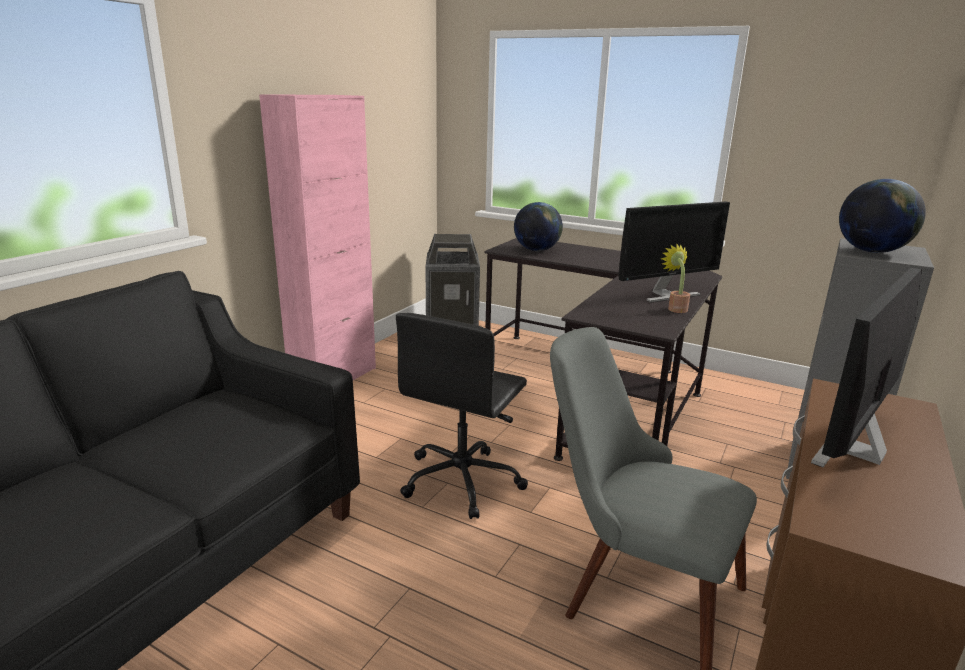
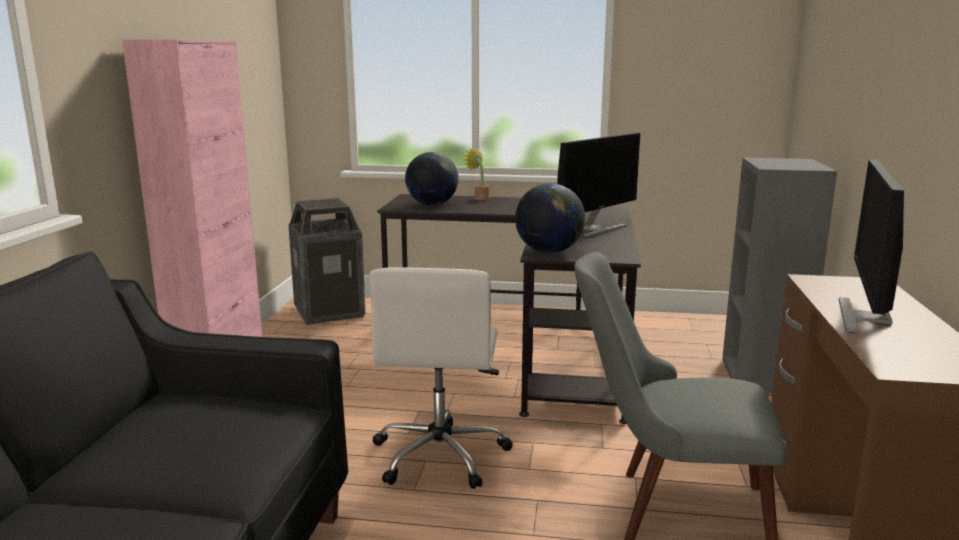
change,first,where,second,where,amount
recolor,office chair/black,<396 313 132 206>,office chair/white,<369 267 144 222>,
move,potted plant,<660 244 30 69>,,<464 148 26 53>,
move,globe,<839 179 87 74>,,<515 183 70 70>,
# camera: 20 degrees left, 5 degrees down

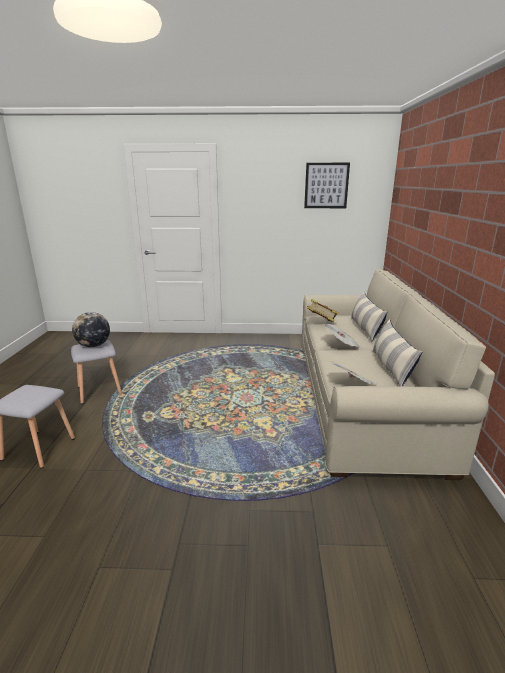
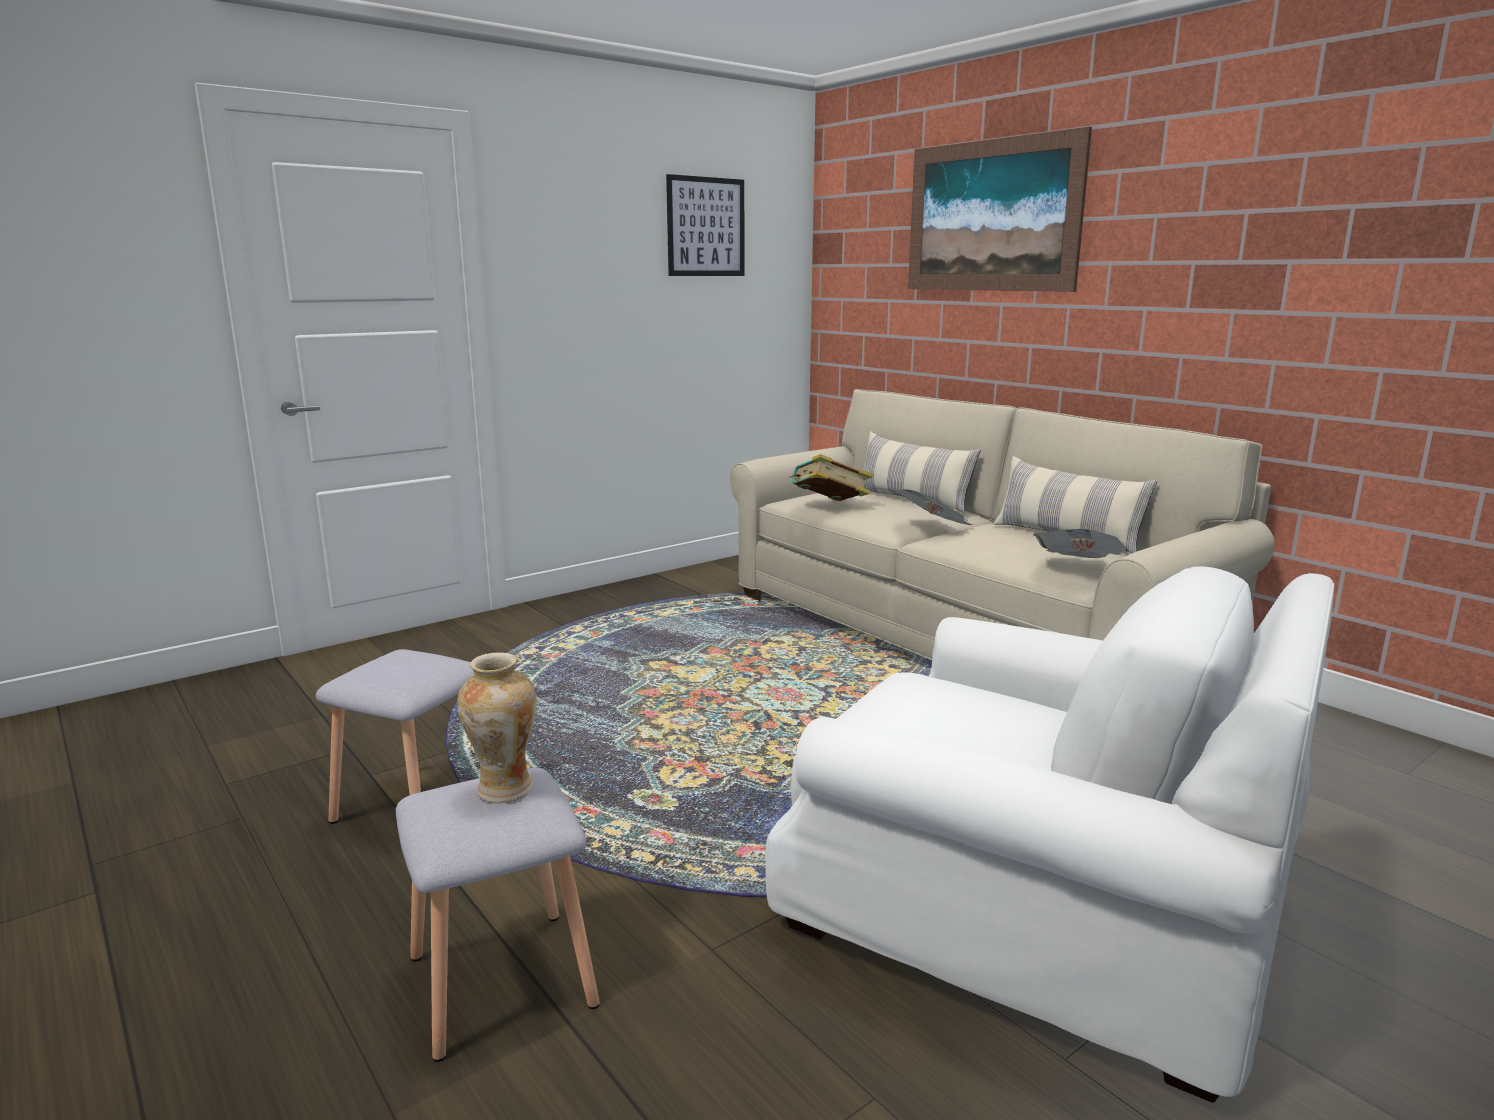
change,first,where,second,where,amount
insert,,,vase,<457 652 80 151>,
insert,,,armchair/white,<765 566 569 537>,
insert,,,picture,<908 127 184 165>,
delete,globe,<72 312 38 35>,,,
# camera: 40 degrees left, 5 degrees down

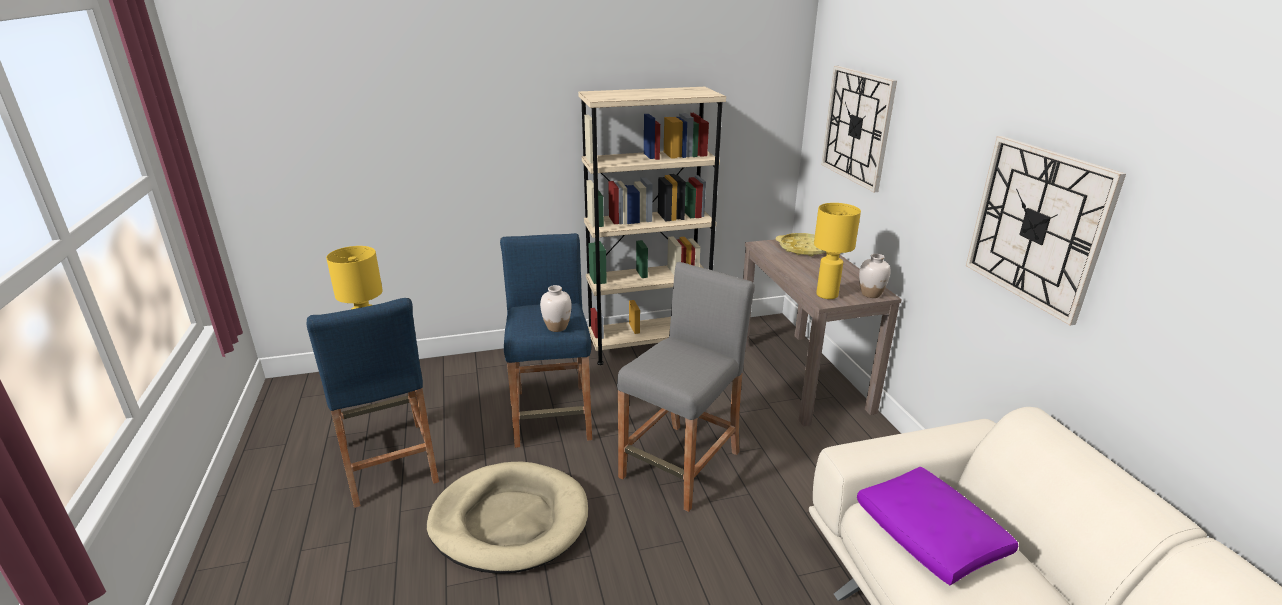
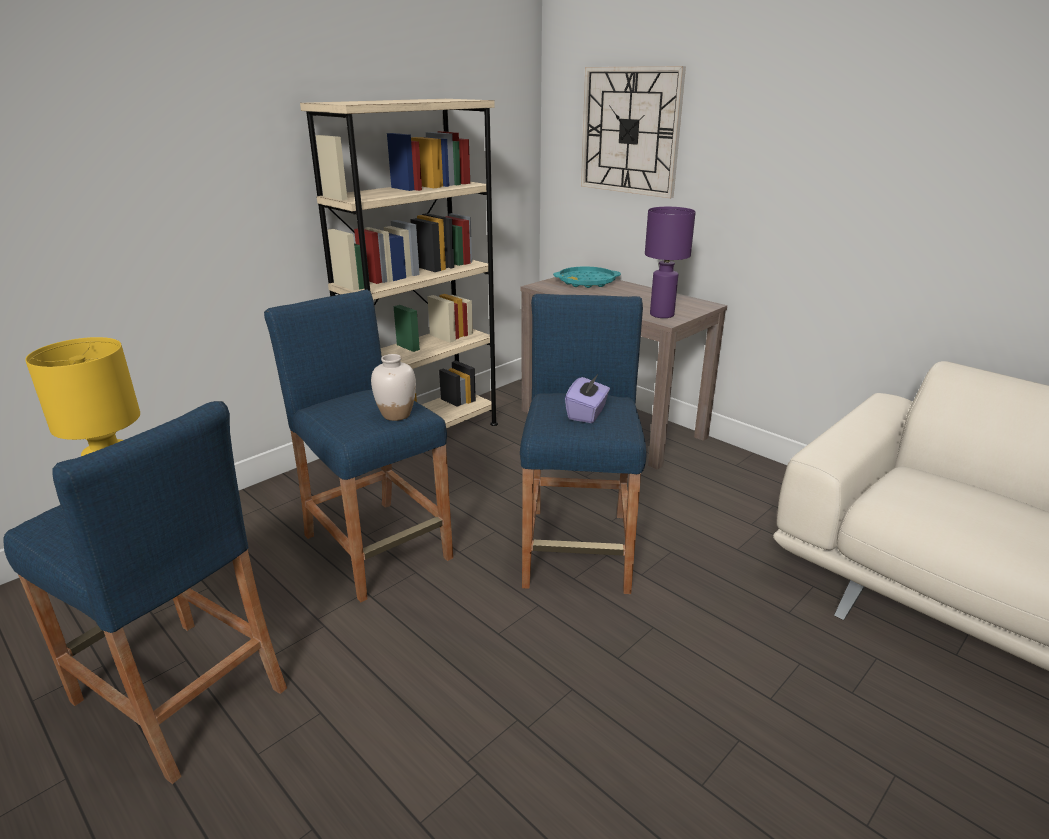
change,first,where,second,where,amount
recolor,stool/grey,<617 262 138 250>,stool/blue,<520 294 126 300>,
recolor,tray/yellow,<776 233 50 23>,tray/turquoise,<553 266 68 22>,
insert,,,tissue box/purple,<565 374 45 49>,
recolor,table lamp/yellow,<814 203 47 96>,table lamp/purple,<645 207 51 111>,
delete,dog bed/beige,<426 461 162 113>,,,
delete,pillow/purple,<857 467 161 118>,,,
delete,vase/white,<859 254 32 44>,,,
delete,wall clock,<966 136 160 189>,,,
# camera: 30 degrees left, 0 degrees up

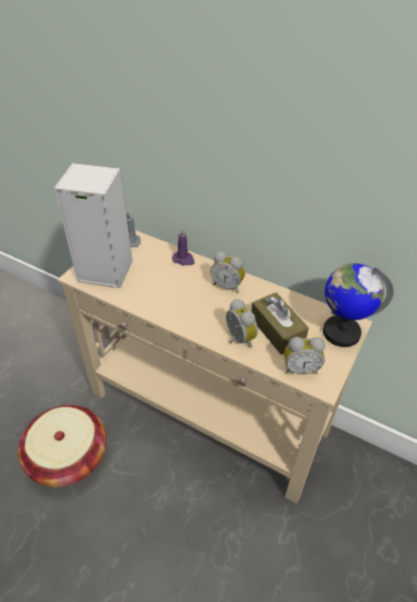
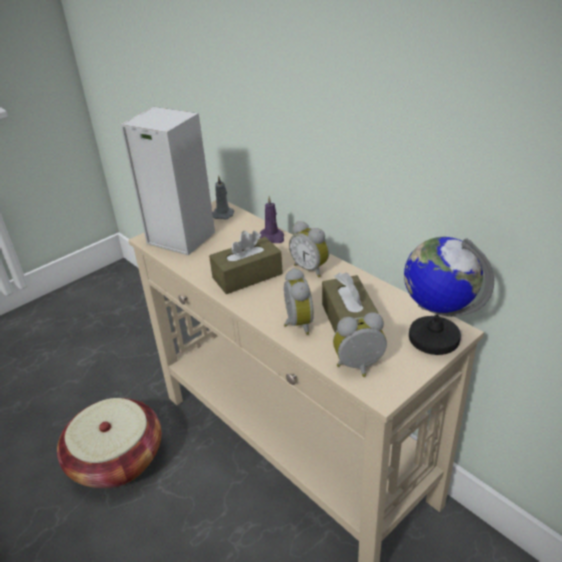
change,first,where,second,where,amount
insert,,,tissue box/brown,<209 231 74 63>,
rotate,alarm clock,<284 337 41 37>,,<333 312 54 65>,150 degrees clockwise
# camera: 20 degrees right, 10 degrees down

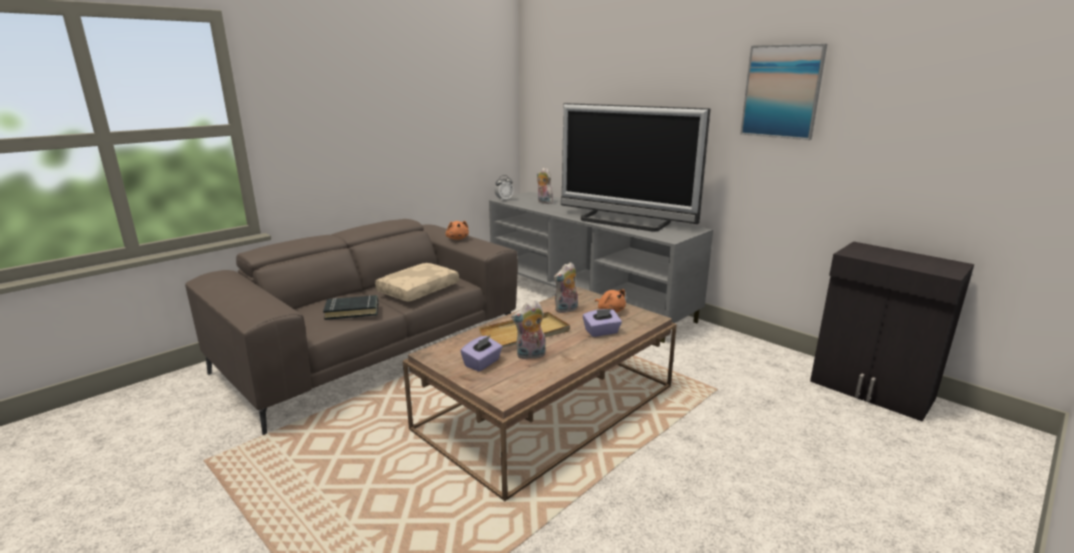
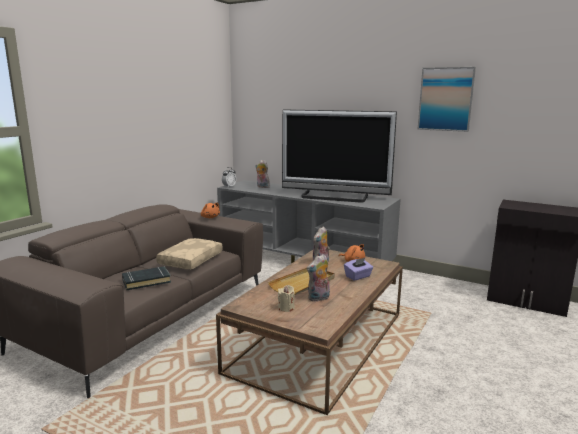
change,first,where,second,where,amount
replace,tissue box/purple,<461 335 41 36>,candle/beige,<278 285 17 27>,
# camera: 15 degrees left, 5 degrees down

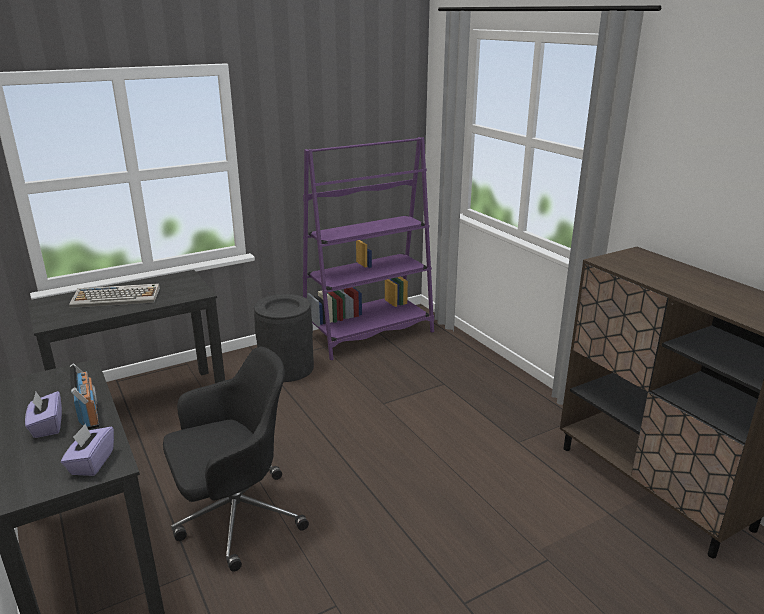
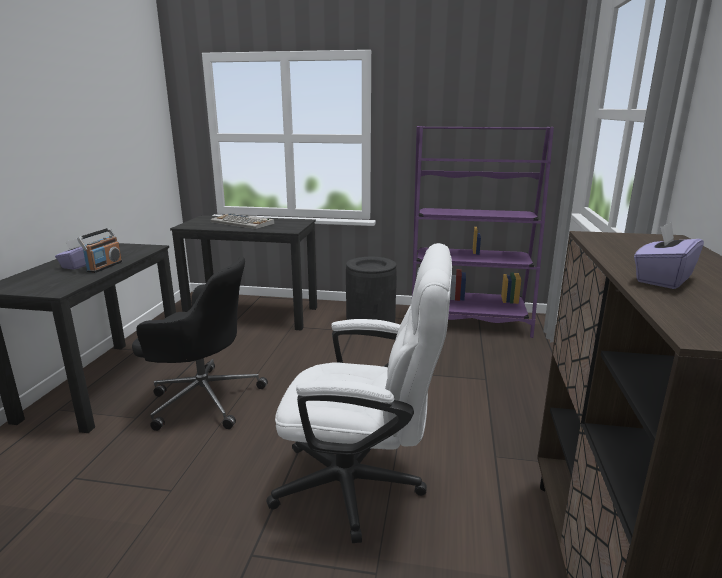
change,first,where,second,where,amount
insert,,,office chair/white,<266 243 186 300>,
move,tissue box/purple,<61 424 53 52>,,<634 222 70 67>,
# camera: 40 degrees right, 5 degrees down

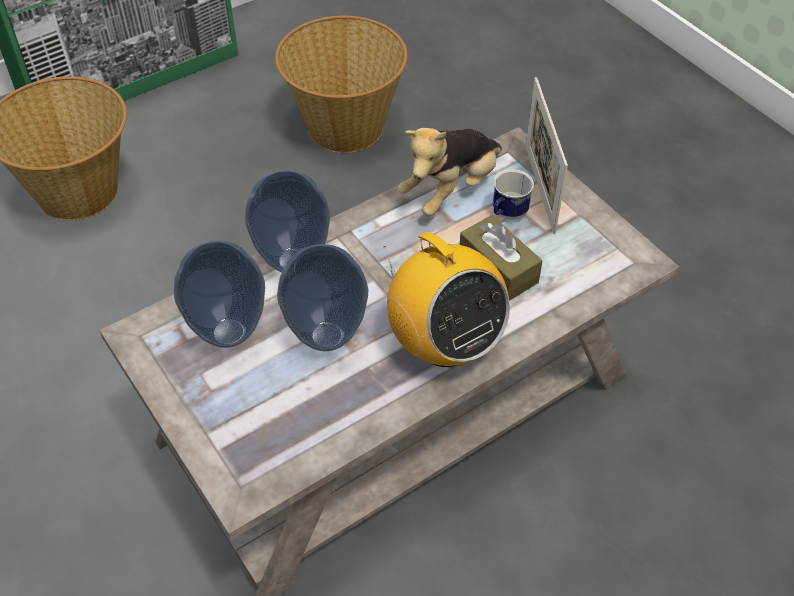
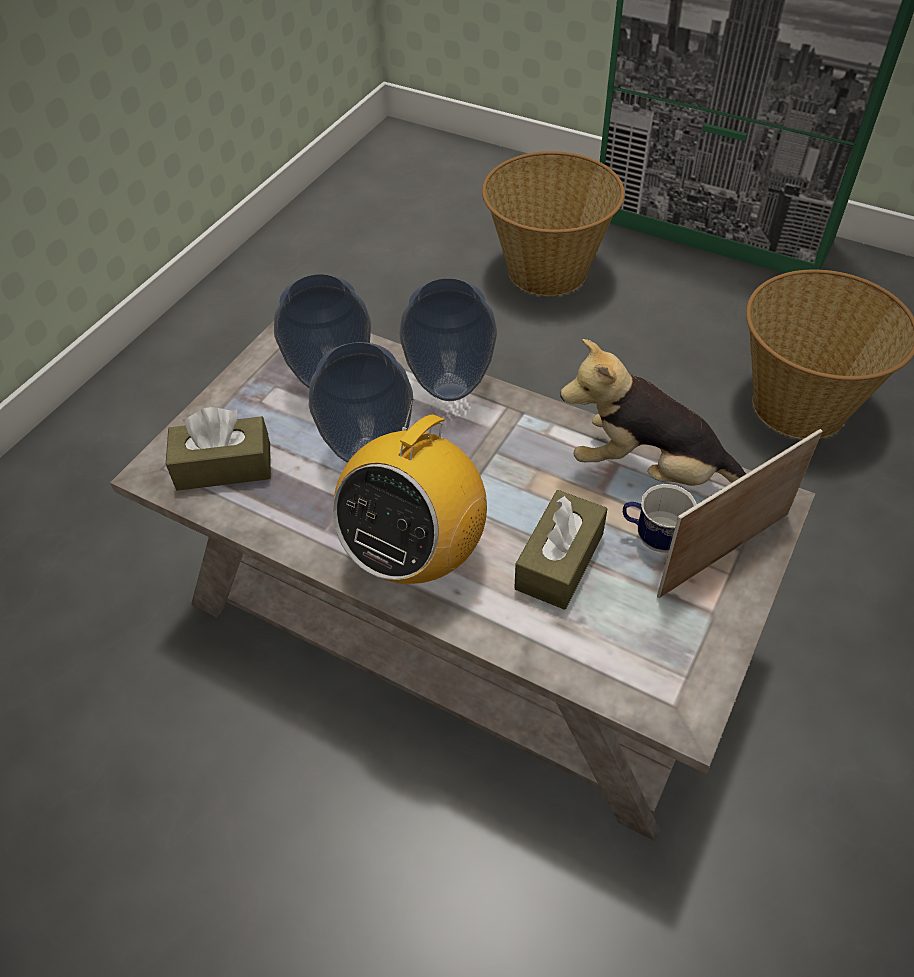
change,first,where,second,where,amount
insert,,,tissue box/brown,<166 407 105 84>,
# camera: 65 degrees right, 0 degrees up

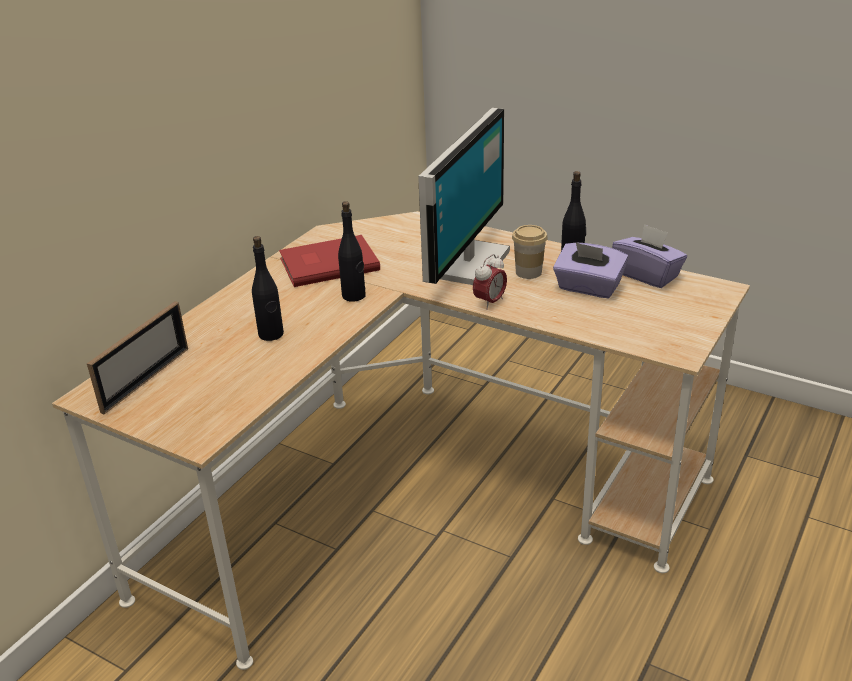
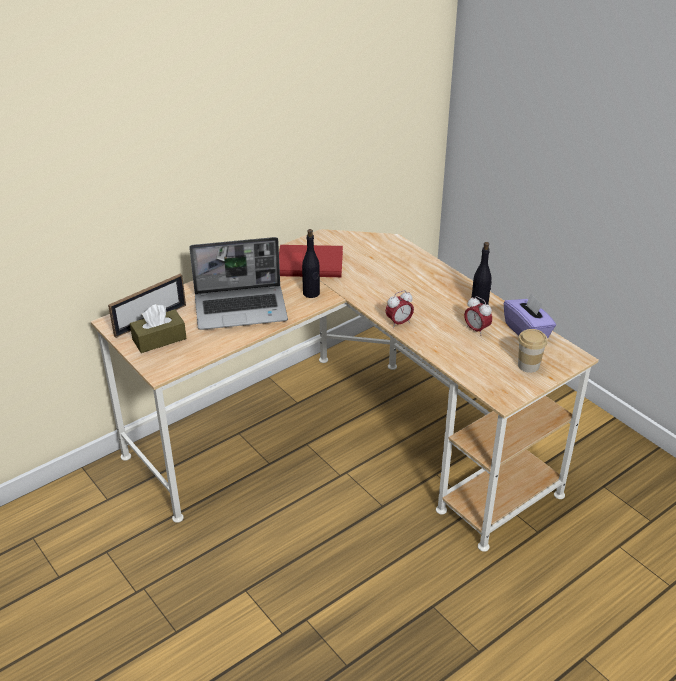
change,first,where,second,where,amount
insert,,,tissue box/brown,<130 304 56 49>,
replace,bottle/black,<252 236 32 105>,laptop,<189 237 99 93>,
replace,tissue box/purple,<553 242 75 56>,alarm clock,<464 296 28 40>,
move,cup,<512 225 36 54>,,<518 329 30 44>,
delete,monitor,<418 108 92 177>,,,
# camera: 20 degrees right, 5 degrees up

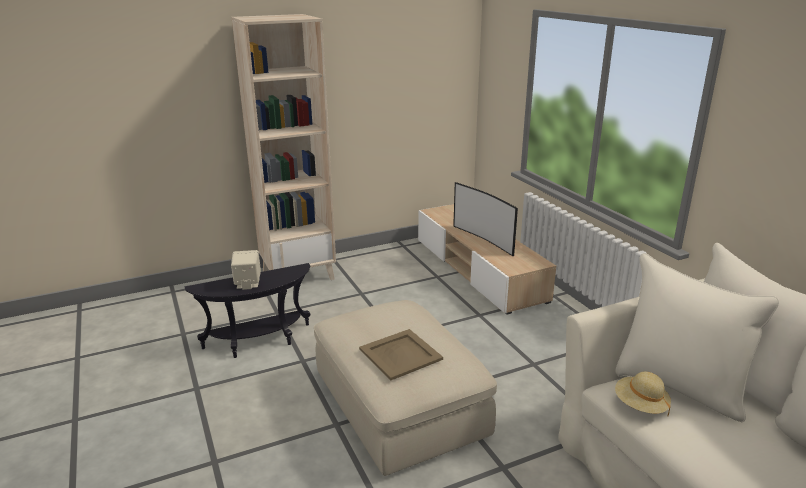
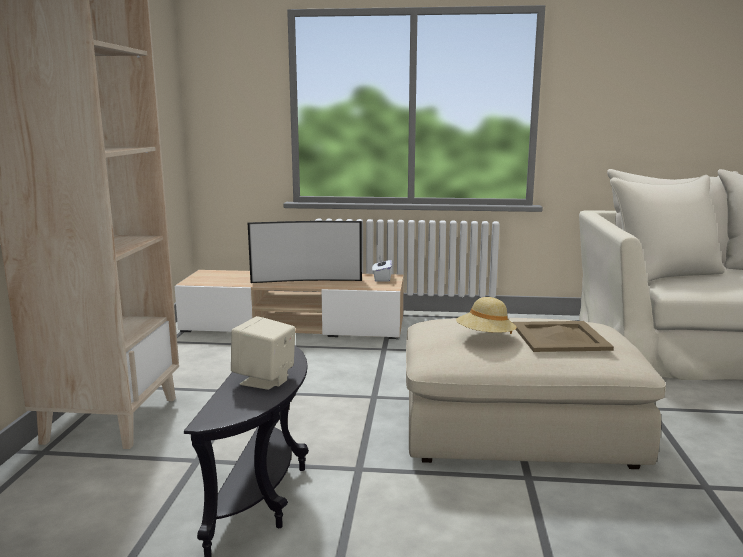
change,first,where,second,where,amount
insert,,,tissue box/white,<372 256 20 26>,
move,hat/beige,<615 371 56 46>,,<456 297 61 37>,
# camera: 60 degrees left, 10 degrees down

